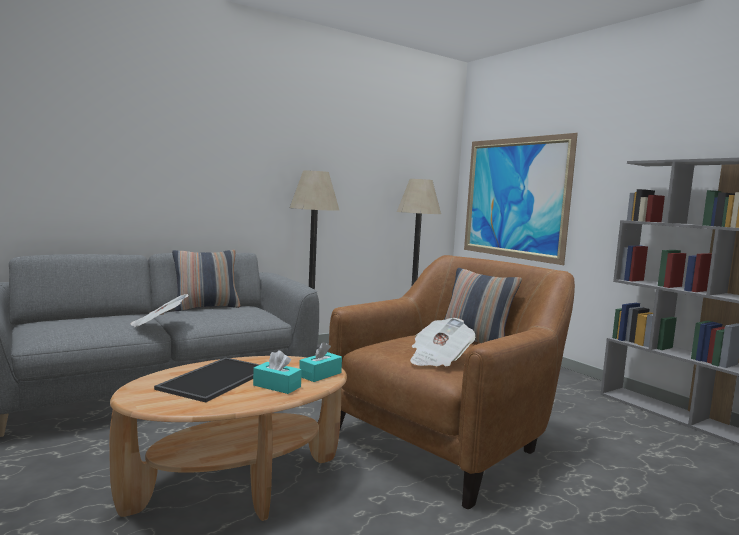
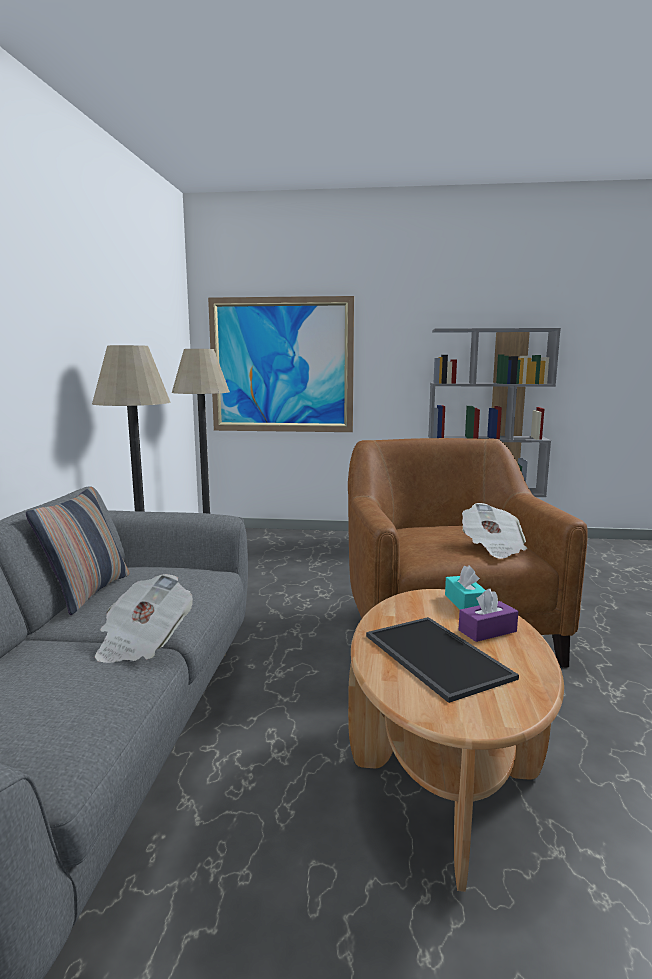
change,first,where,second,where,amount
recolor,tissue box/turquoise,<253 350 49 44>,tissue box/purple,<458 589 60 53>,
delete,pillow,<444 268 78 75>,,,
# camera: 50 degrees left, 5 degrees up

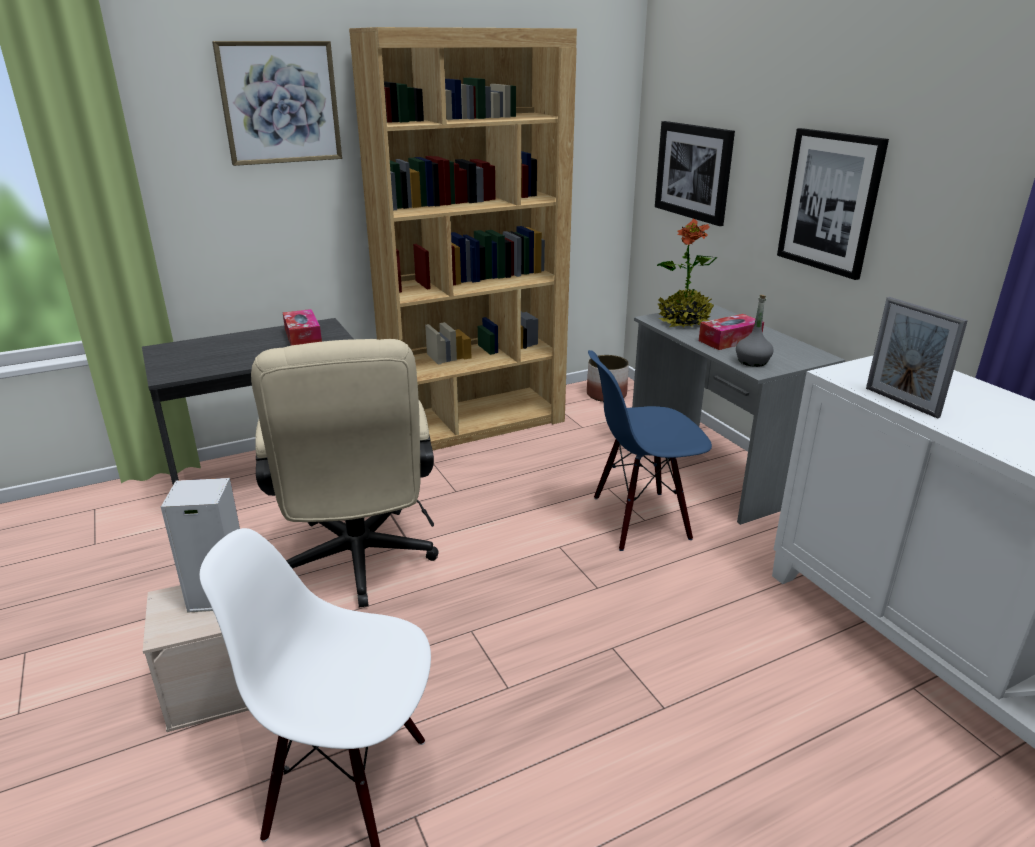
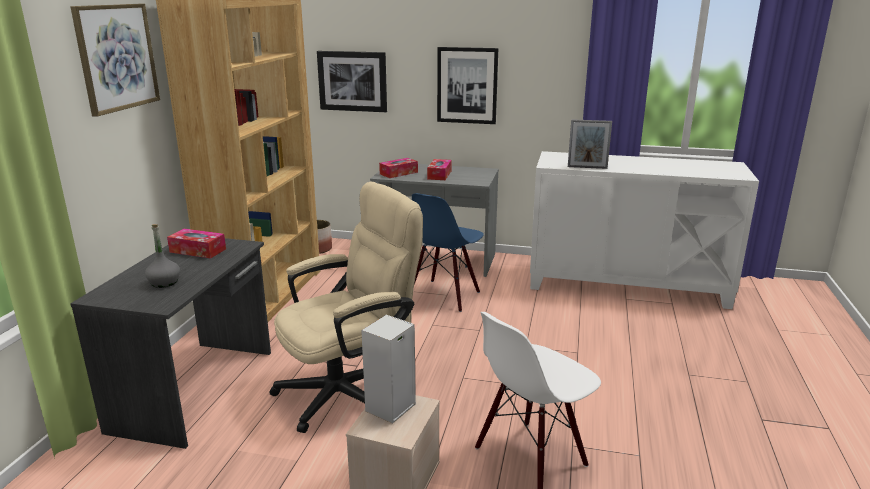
change,first,where,second,where,amount
move,bottle/grey,<736 295 37 72>,,<145 224 35 64>,
rotate,office chair/beige,<251 339 188 268>,,<269 182 154 251>,60 degrees counterclockwise
replace,potted plant,<657 218 60 110>,tissue box,<379 158 39 20>,
# camera: 50 degrees left, 5 degrees down

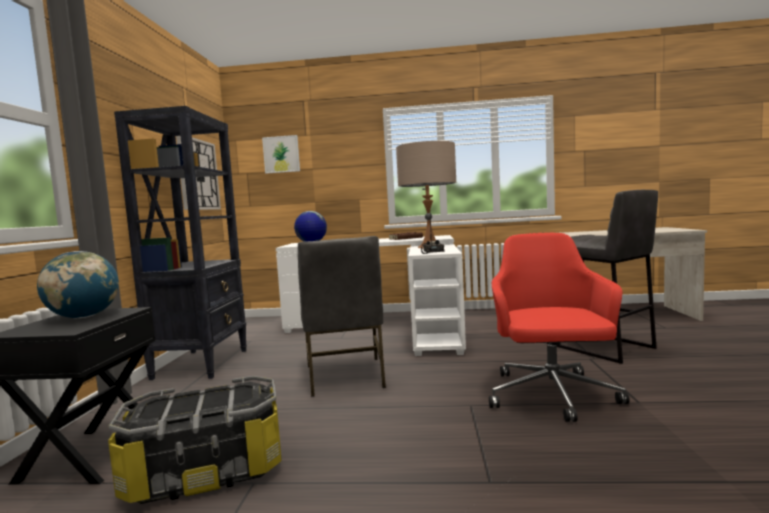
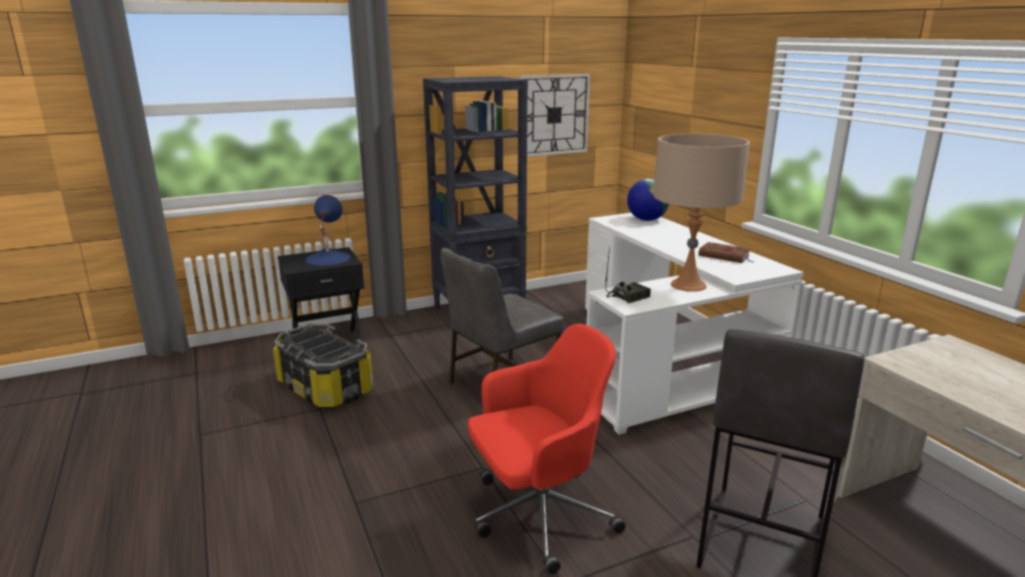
change,first,where,second,where,amount
replace,globe,<37 251 82 67>,table lamp/blue,<305 195 46 71>,
delete,picture,<262 135 38 39>,,,
# camera: 60 degrees right, 15 degrees up

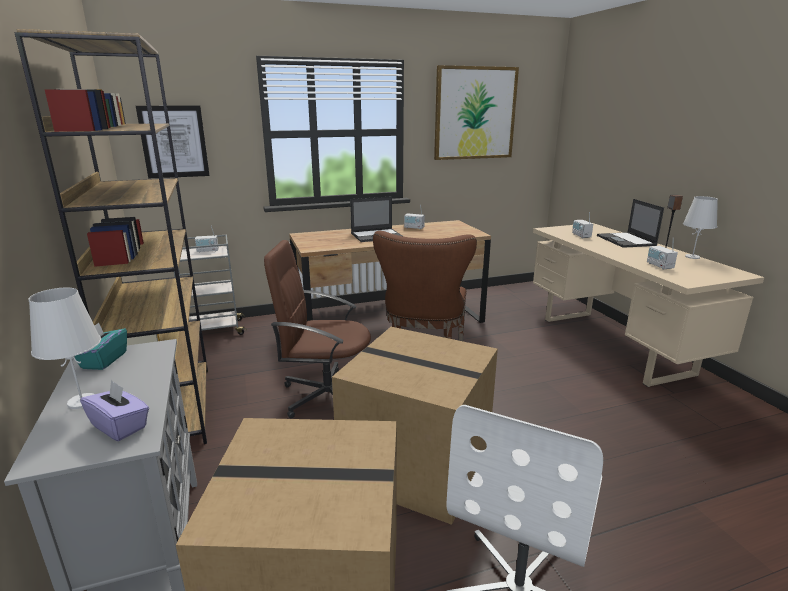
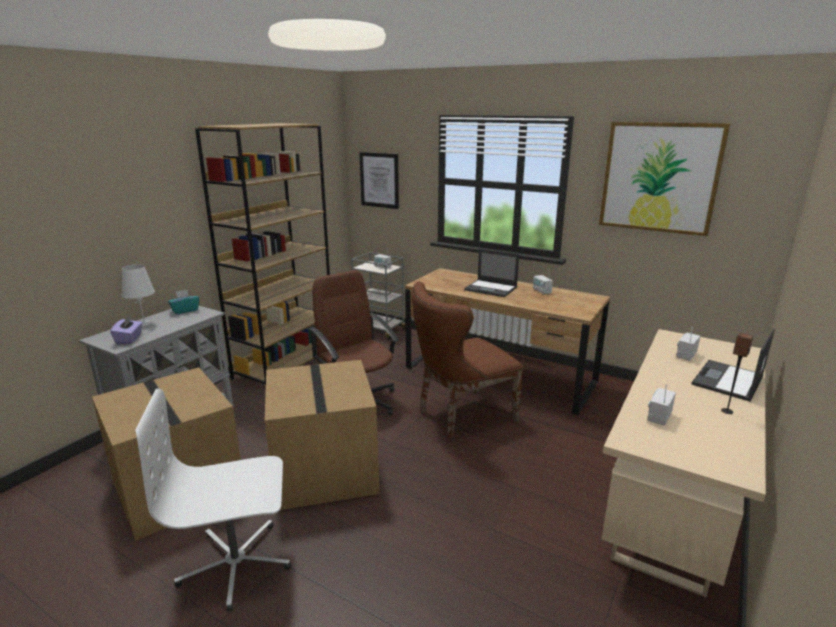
change,first,where,second,where,amount
delete,table lamp/white,<683 196 35 63>,,,
# camera: 50 degrees right, 0 degrees up

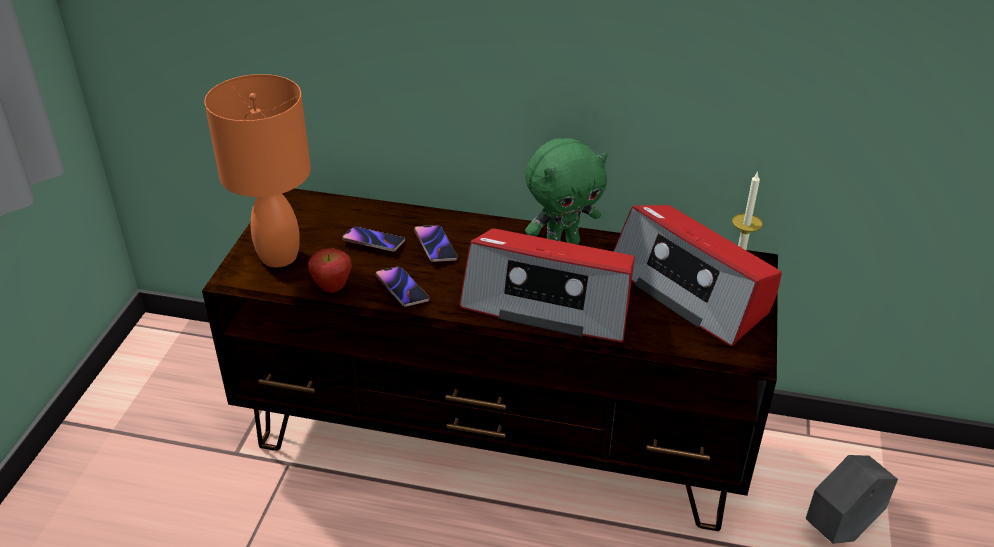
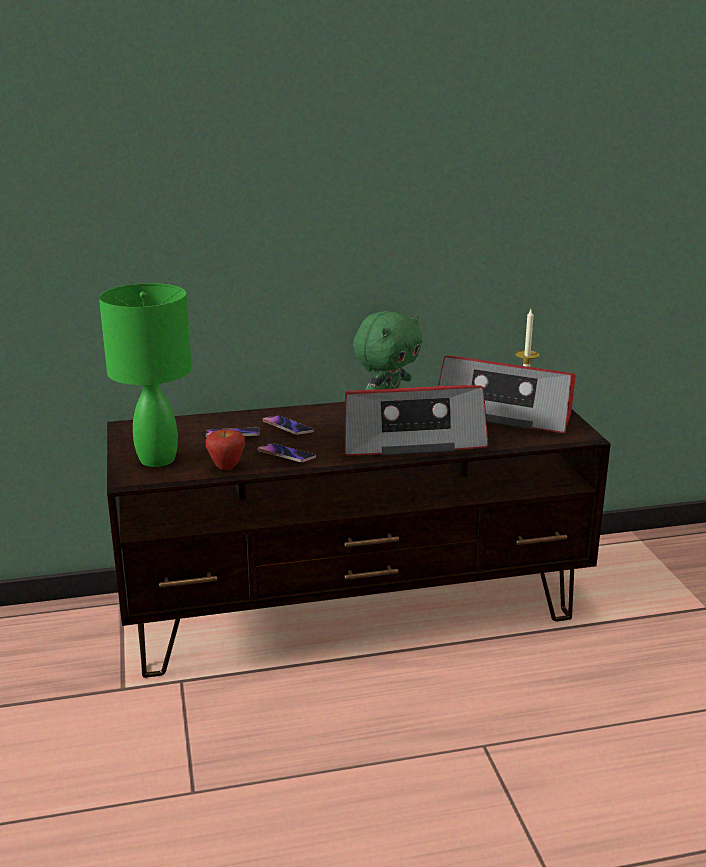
change,first,where,second,where,amount
recolor,table lamp/orange,<204 74 107 193>,table lamp/green,<99 283 93 184>,
delete,planter/grey,<806 455 92 89>,,,
# camera: 25 degrees left, 15 degrees down

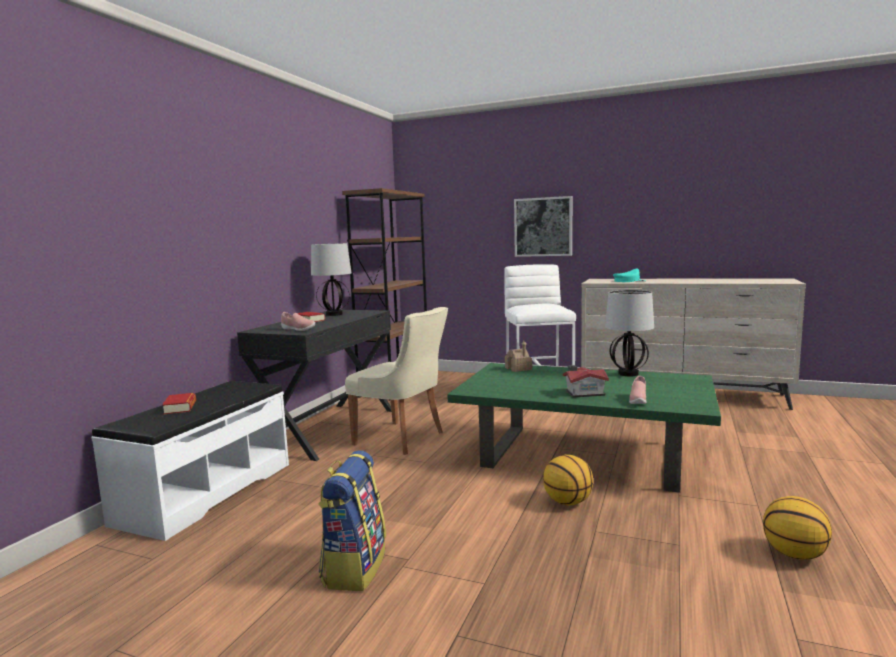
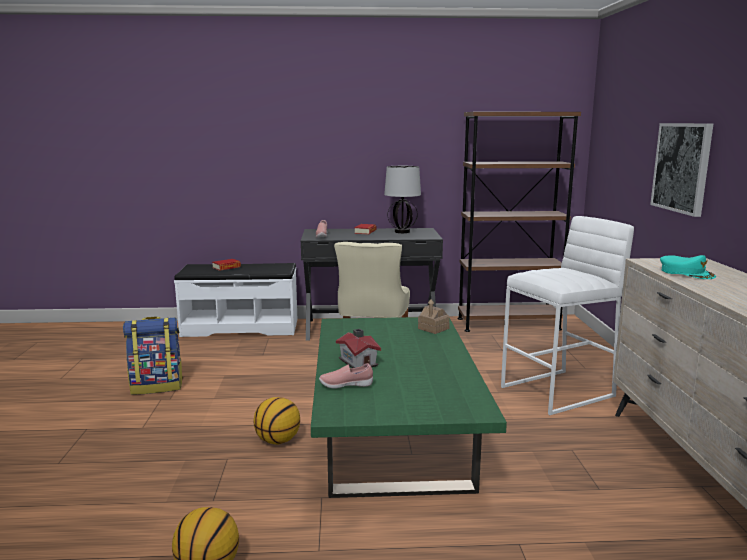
change,first,where,second,where,amount
delete,table lamp,<605 290 49 87>,,,
# camera: 65 degrees right, 5 degrees up

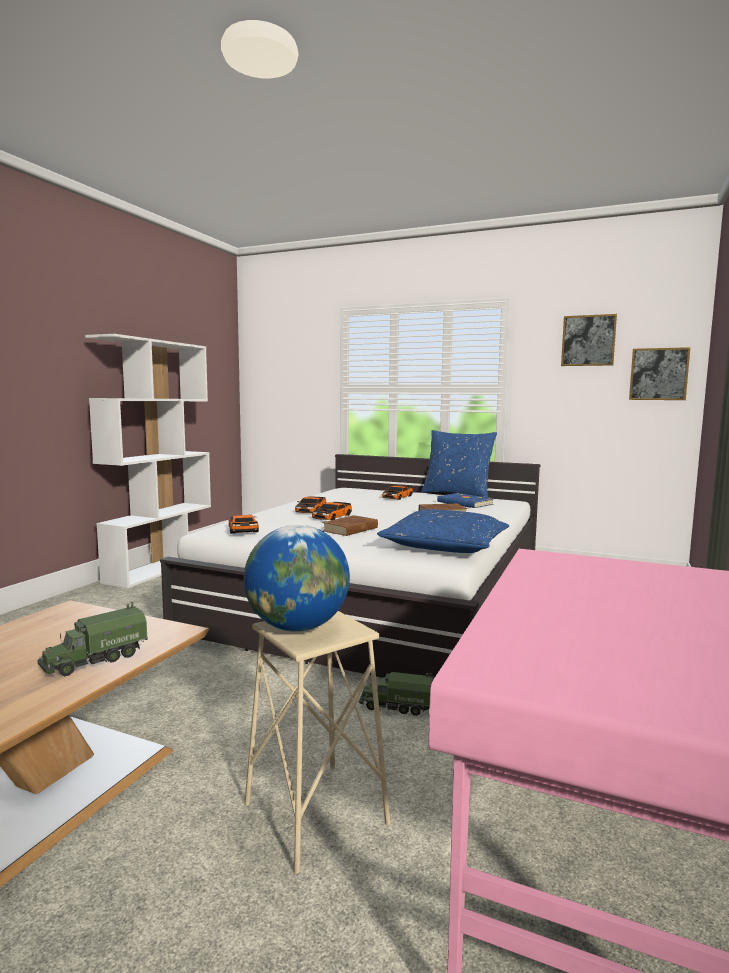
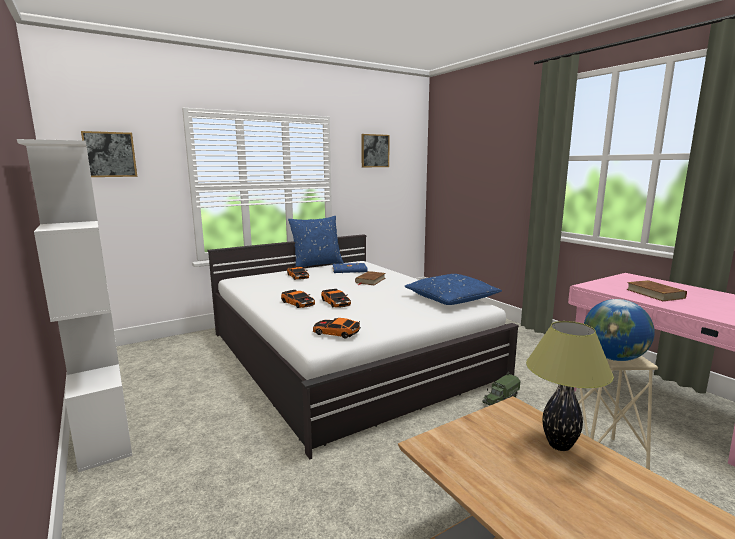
change,first,where,second,where,amount
move,picture,<629 347 62 53>,,<81 131 56 46>,
replace,toy truck,<37 602 111 75>,table lamp,<526 321 88 130>,
move,book/brown,<322 515 56 21>,,<626 280 61 21>,
# camera: 55 degrees left, 5 degrees up

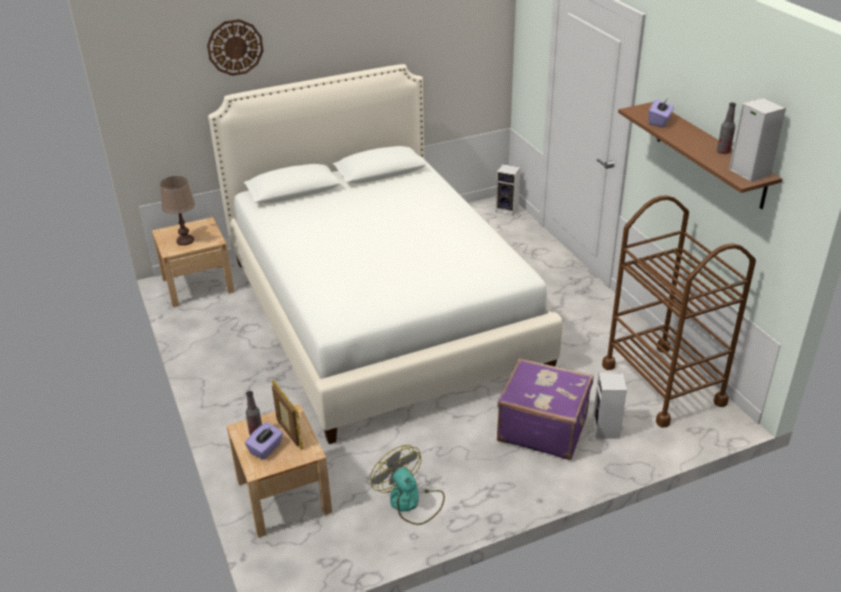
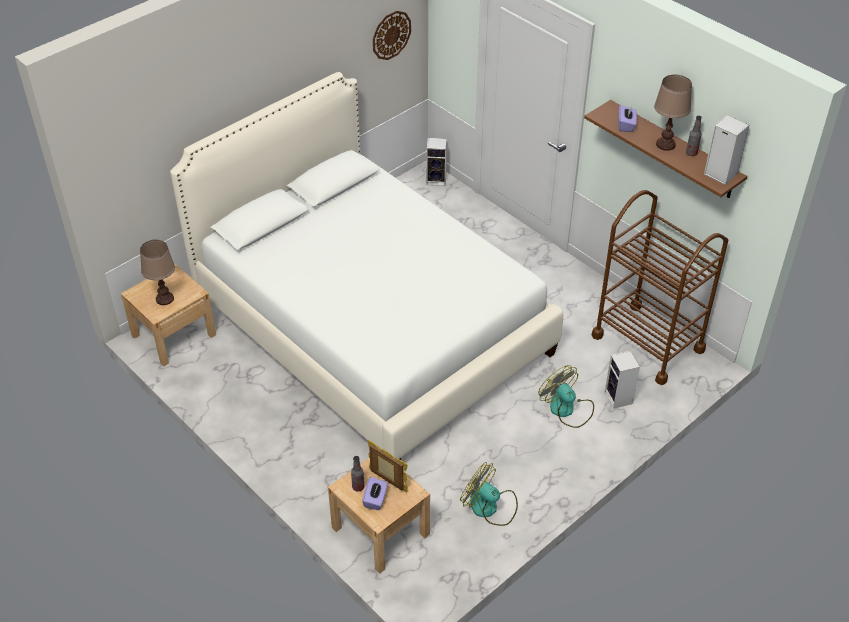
change,first,where,second,where,amount
move,wall clock,<207 19 57 57>,,<373 11 38 49>,
replace,suitcase/purple,<497 358 97 102>,fan,<538 365 56 63>,
insert,,,table lamp/brown,<654 75 38 76>,
# camera: 20 degrees left, 10 degrees up

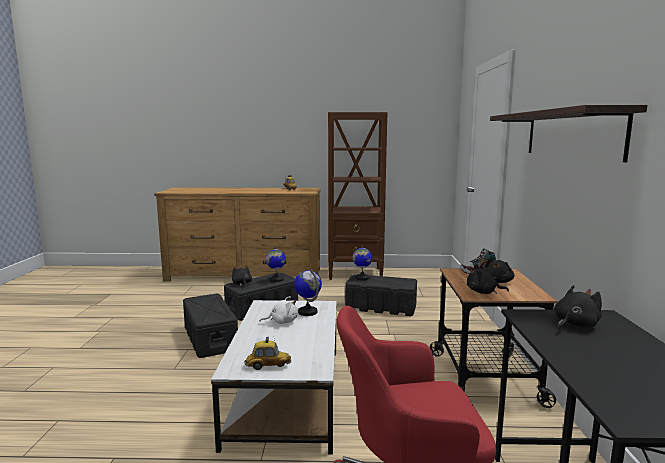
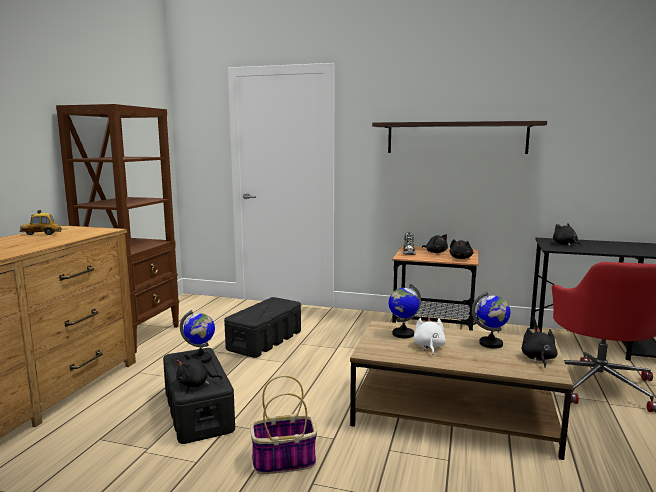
change,first,where,second,where,amount
replace,storage box/black,<183 294 55 64>,basket,<250 375 67 99>,
recolor,coffee table/white,<211 300 126 155>,coffee table/brown,<350 321 223 139>,
move,globe,<353 245 19 35>,,<472 291 38 58>,
replace,toy car,<245 336 46 34>,plush toy/black,<522 327 36 41>,
# camera: 75 degrees left, 0 degrees up

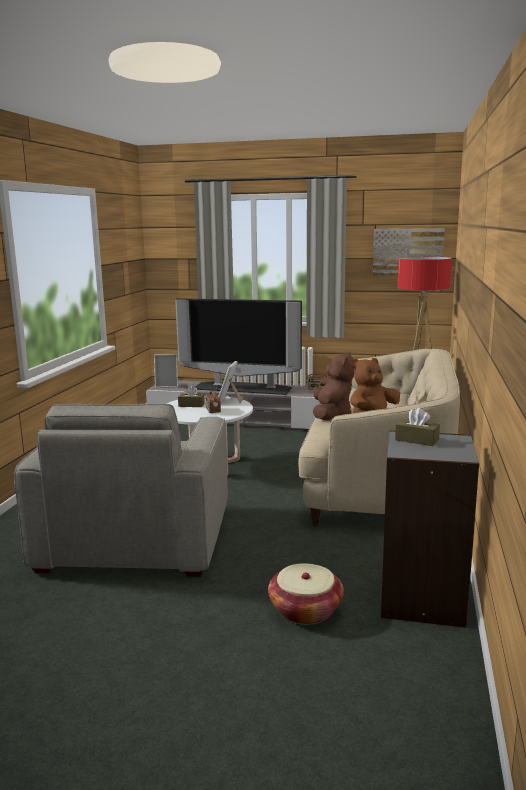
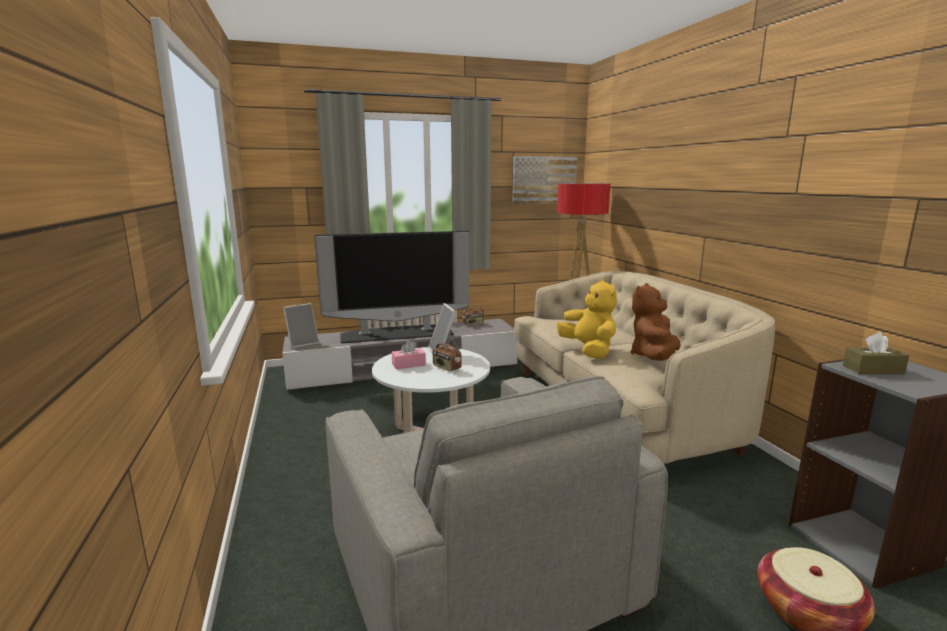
change,first,where,second,where,amount
recolor,tissue box/brown,<178 385 27 22>,tissue box/pink,<392 340 34 30>,
recolor,plush toy/brown,<313 351 41 69>,plush toy/yellow,<557 279 60 80>,
# camera: 30 degrees left, 0 degrees up

